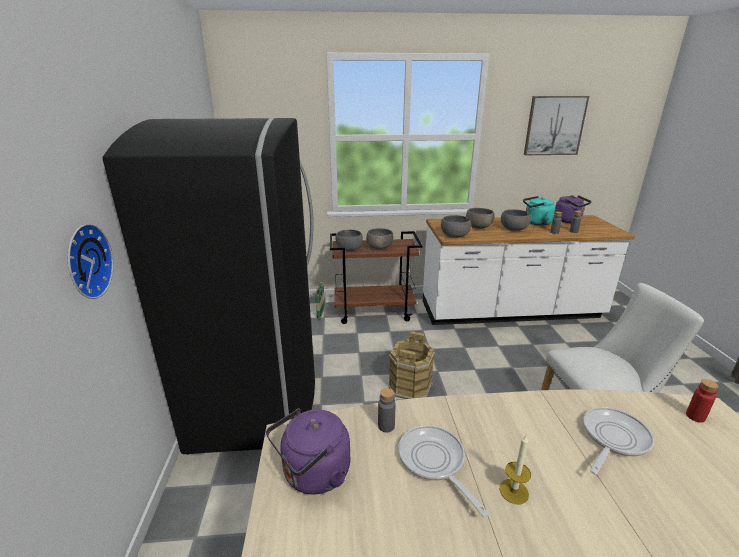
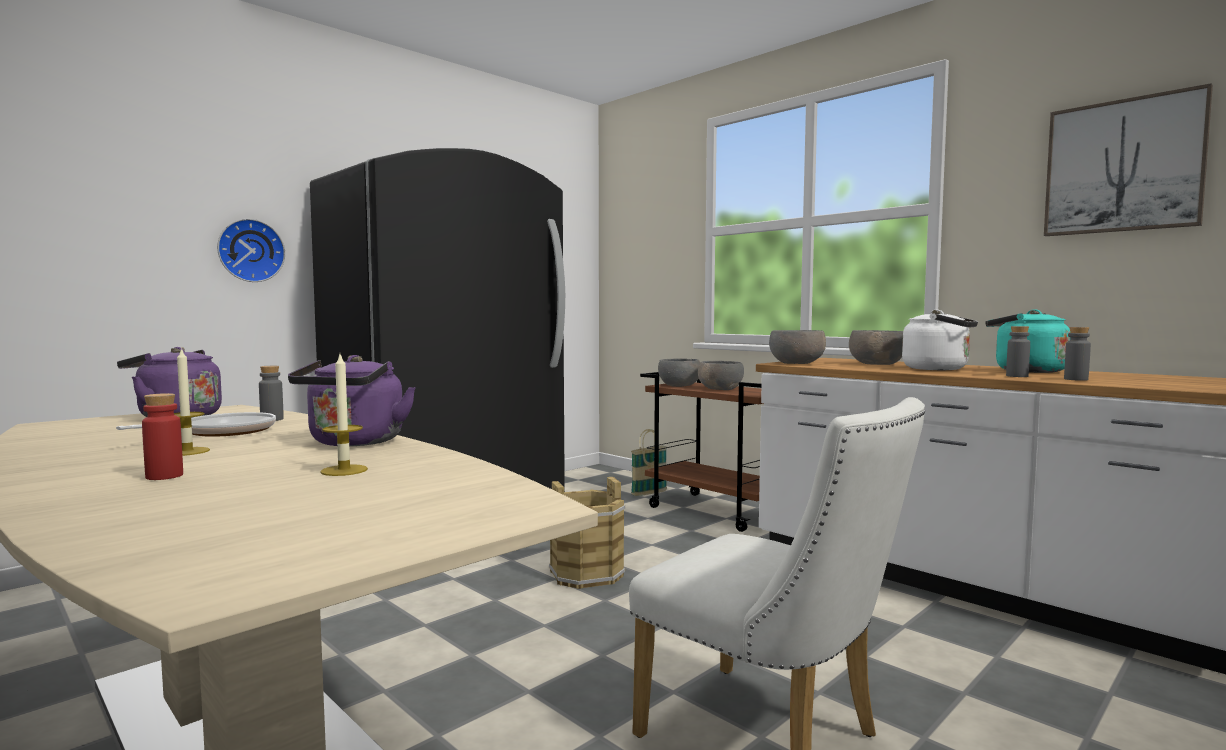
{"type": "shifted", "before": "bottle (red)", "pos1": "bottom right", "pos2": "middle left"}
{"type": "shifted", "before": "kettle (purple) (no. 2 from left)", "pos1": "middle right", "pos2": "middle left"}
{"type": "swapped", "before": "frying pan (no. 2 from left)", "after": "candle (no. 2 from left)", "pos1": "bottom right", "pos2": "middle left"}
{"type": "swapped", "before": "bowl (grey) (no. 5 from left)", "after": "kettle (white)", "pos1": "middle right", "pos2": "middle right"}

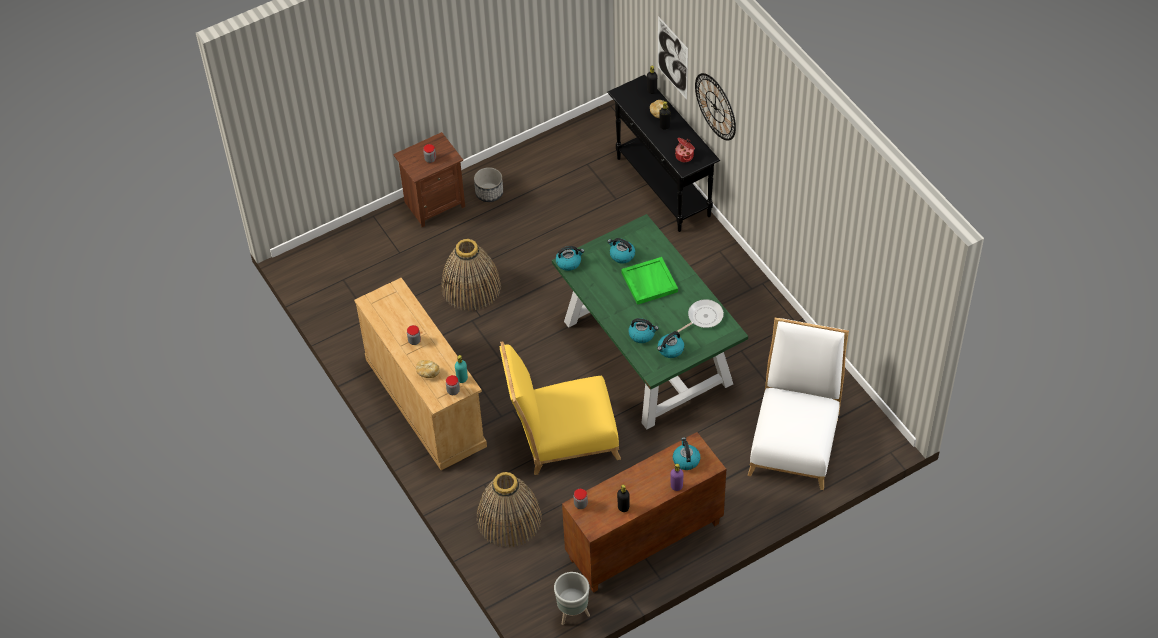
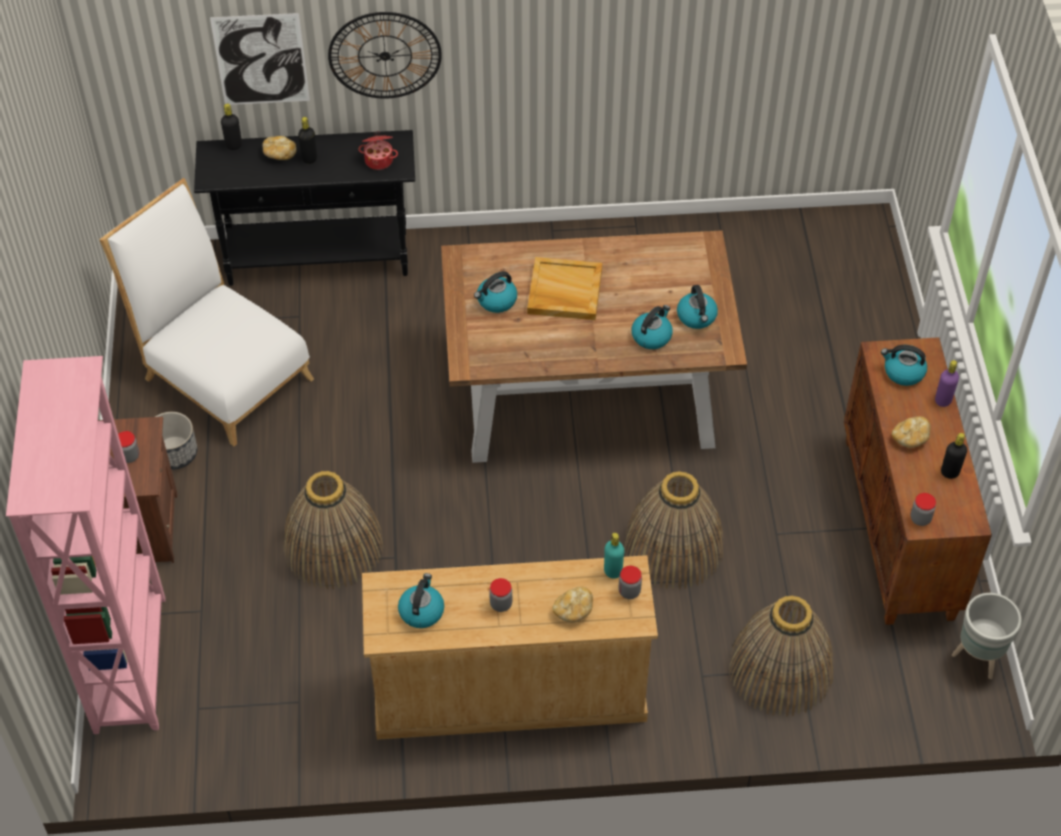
{"type": "new", "after": "bookcase (pink)", "pos2": "middle left"}
{"type": "shifted", "before": "chair (white)", "pos1": "middle right", "pos2": "middle left"}
{"type": "shifted", "before": "kettle (no. 1 from left)", "pos1": "centre", "pos2": "bottom centre"}
{"type": "repainted", "before": "dining table (green)", "after": "dining table (brown)", "pos1": "centre", "pos2": "centre"}
{"type": "repainted", "before": "tray (green)", "after": "tray (beige)", "pos1": "centre", "pos2": "centre"}
{"type": "swapped", "before": "chair (yellow)", "after": "basket (no. 2 from left)", "pos1": "centre", "pos2": "centre"}
{"type": "new", "after": "bread (no. 3 from left)", "pos2": "middle right"}
{"type": "gone", "before": "frying pan", "pos1": "centre"}

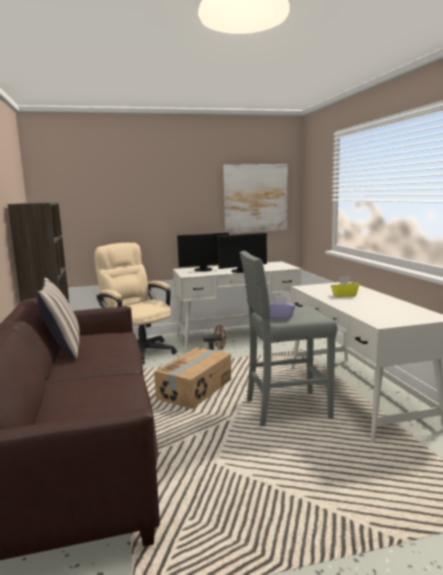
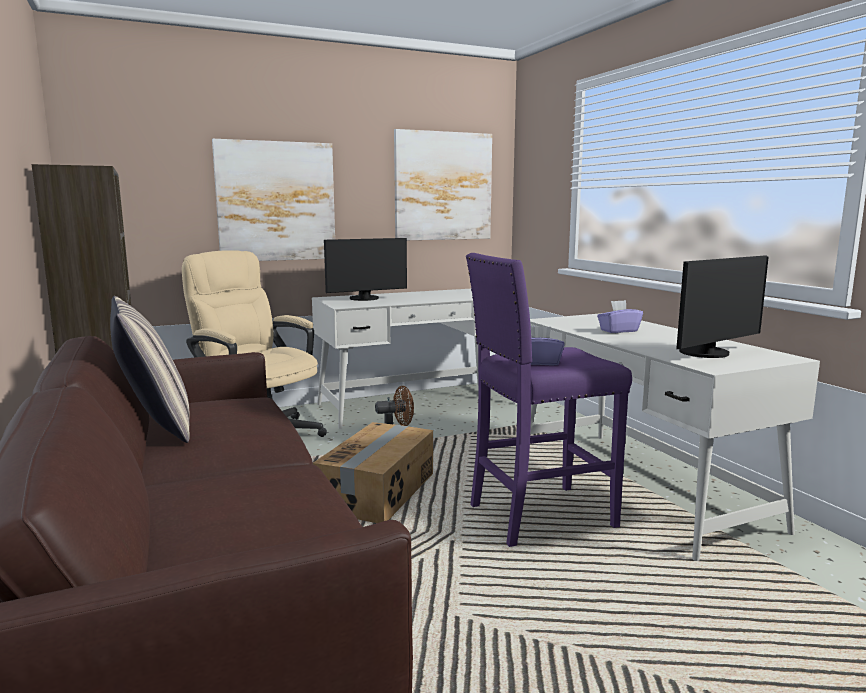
{"type": "new", "after": "picture (no. 1 from left)", "pos2": "top left"}
{"type": "repainted", "before": "stool (grey)", "after": "stool (purple)", "pos1": "centre", "pos2": "centre"}
{"type": "repainted", "before": "tissue box (yellow)", "after": "tissue box (purple) (no. 2 from left)", "pos1": "middle right", "pos2": "middle right"}
{"type": "shifted", "before": "monitor (no. 2 from left)", "pos1": "centre", "pos2": "middle right"}

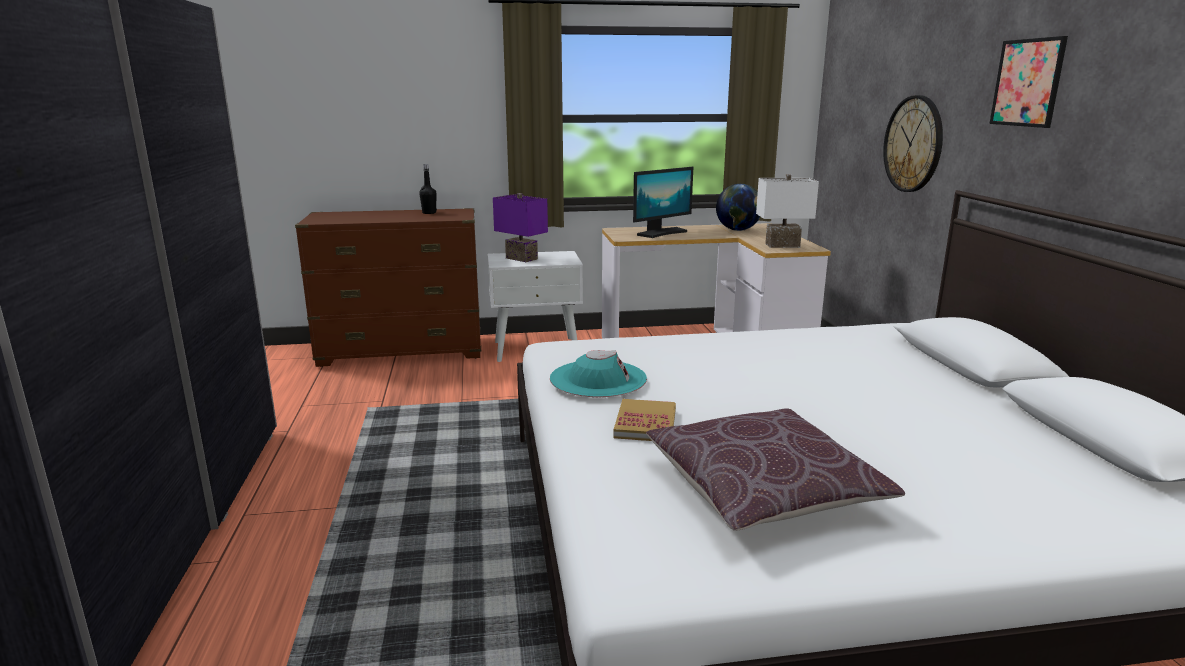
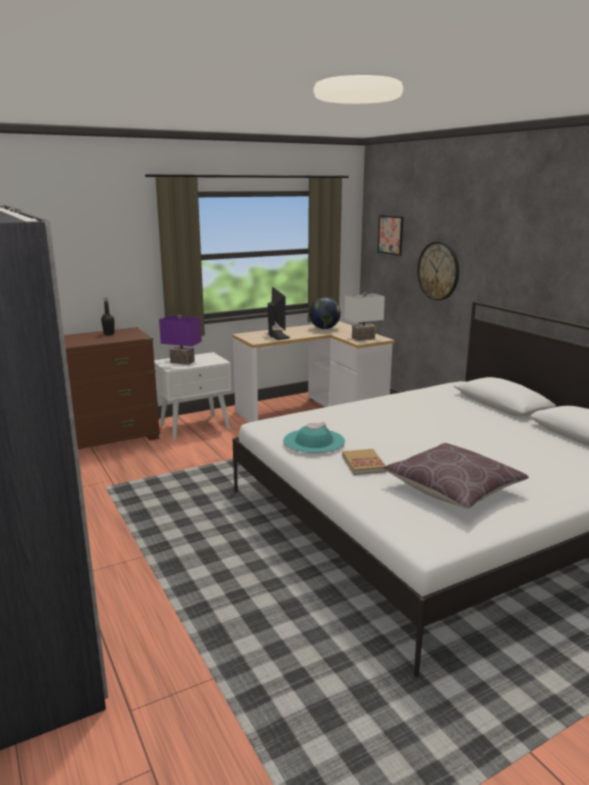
{"type": "rotated", "before": "monitor", "pos1": "top centre", "pos2": "centre", "turn": -45}
{"type": "shifted", "before": "picture", "pos1": "top right", "pos2": "top centre"}

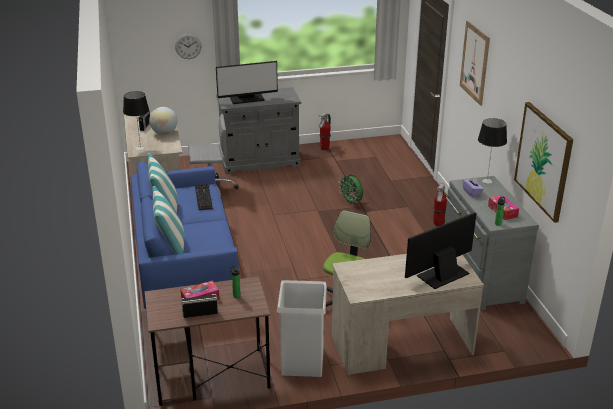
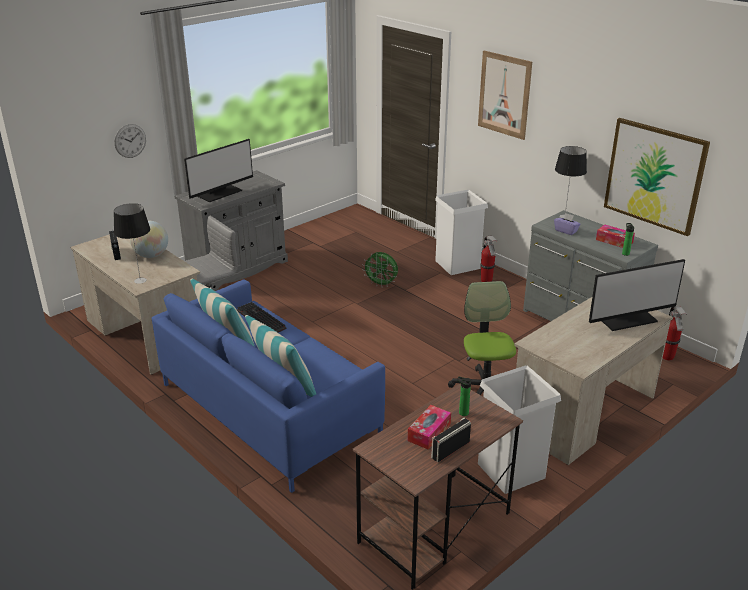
{"type": "new", "after": "trash can (white) (no. 1 from left)", "pos2": "centre"}
{"type": "rotated", "before": "monitor (no. 2 from left)", "pos1": "middle right", "pos2": "middle right", "turn": -135}
{"type": "shifted", "before": "fire extinguisher (no. 1 from left in the first image)", "after": "fire extinguisher (no. 2 from left)", "pos1": "top centre", "pos2": "middle right"}

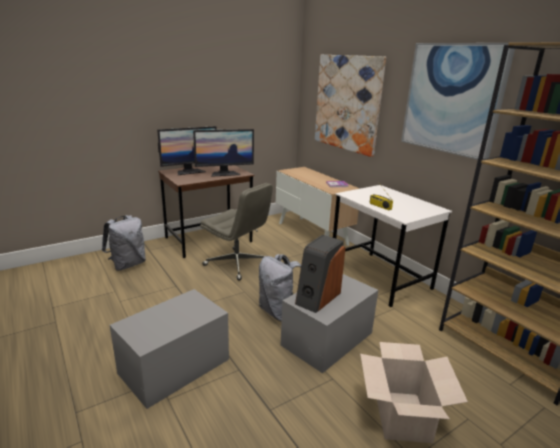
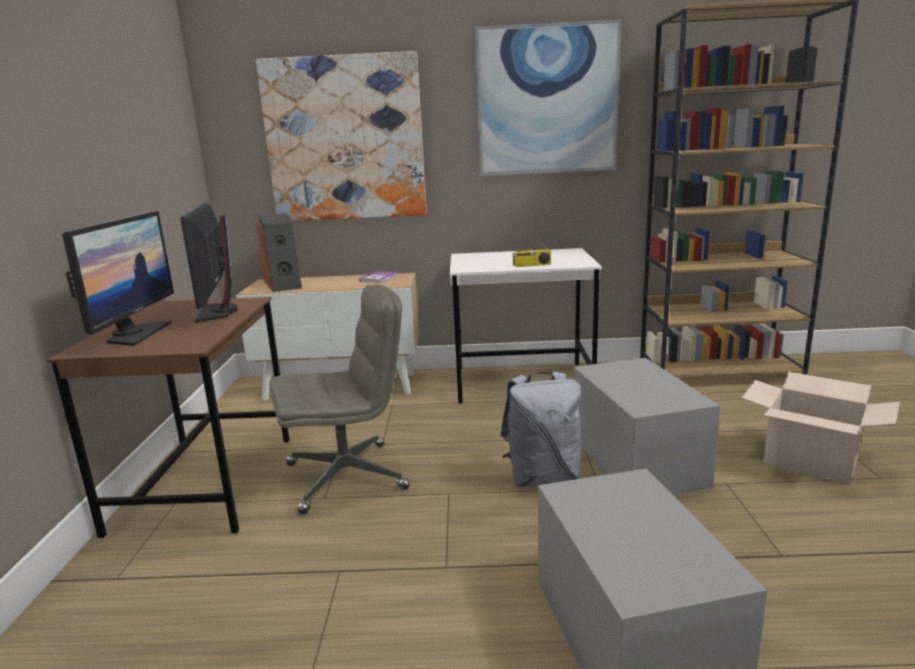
{"type": "rotated", "before": "monitor (no. 2 from left)", "pos1": "centre", "pos2": "middle left", "turn": 150}
{"type": "shifted", "before": "speaker", "pos1": "centre", "pos2": "middle left"}
{"type": "gone", "before": "backpack (grey) (no. 1 from left)", "pos1": "middle left"}

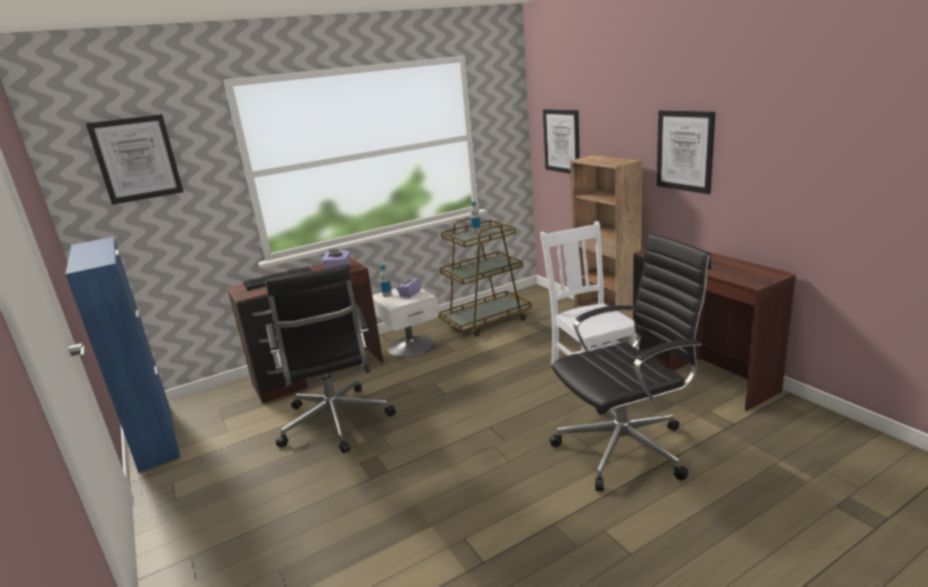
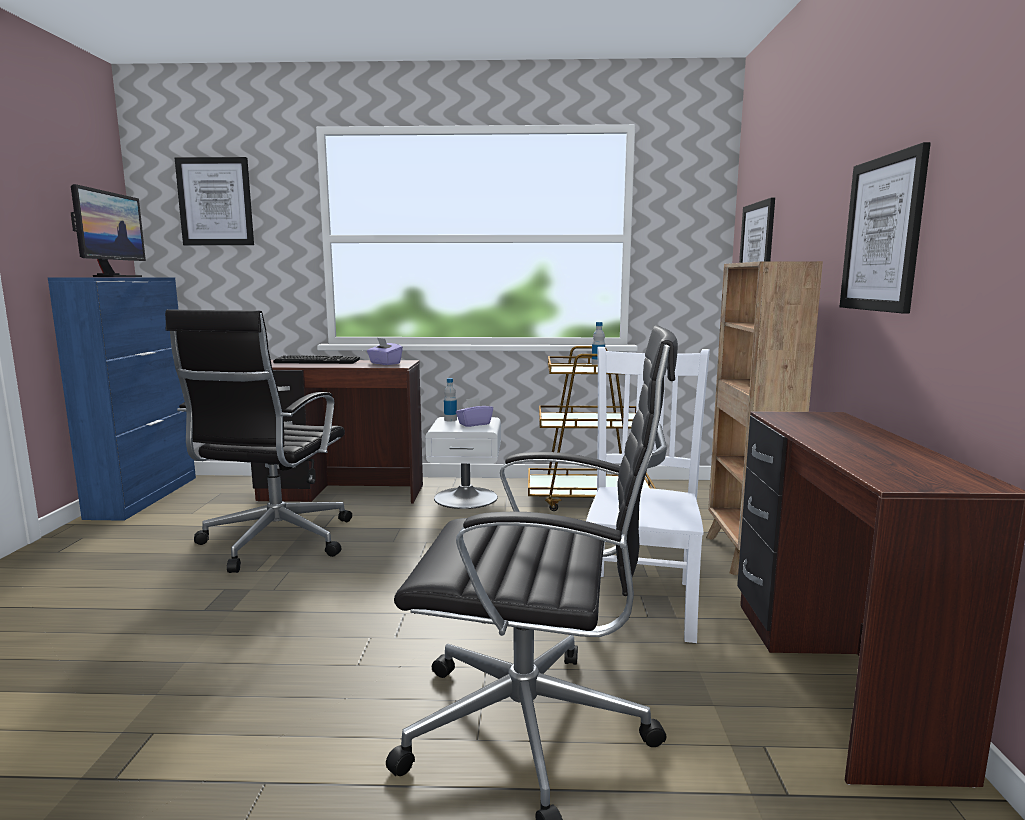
{"type": "new", "after": "monitor", "pos2": "top left"}

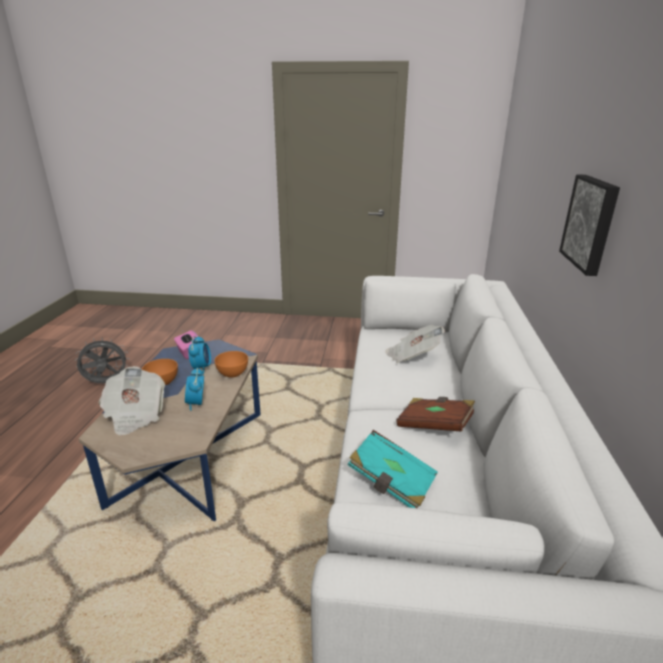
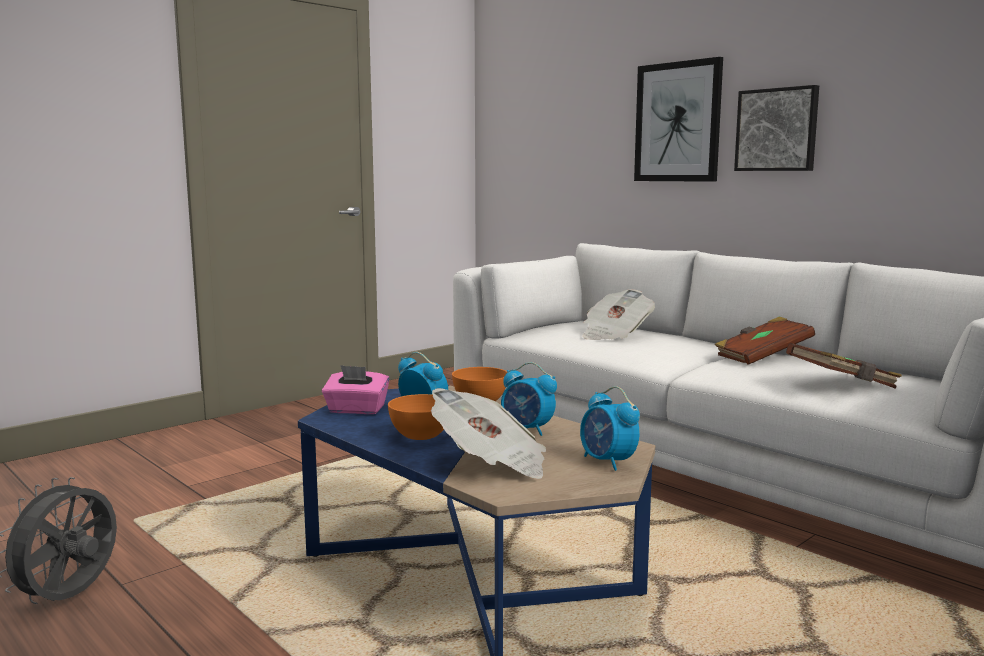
{"type": "new", "after": "alarm clock (no. 3 from left)", "pos2": "centre"}
{"type": "new", "after": "picture (no. 1 from left)", "pos2": "top right"}
{"type": "repainted", "before": "book (turquoise)", "after": "book (brown) (no. 2 from left)", "pos1": "bottom centre", "pos2": "middle right"}

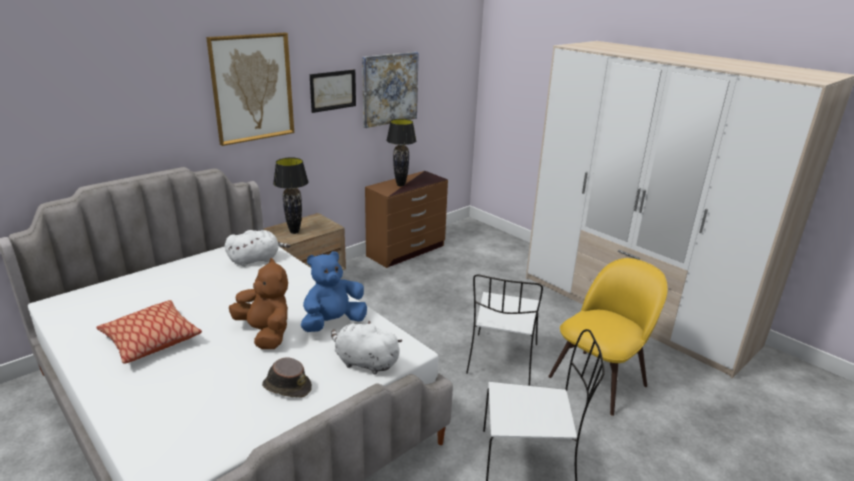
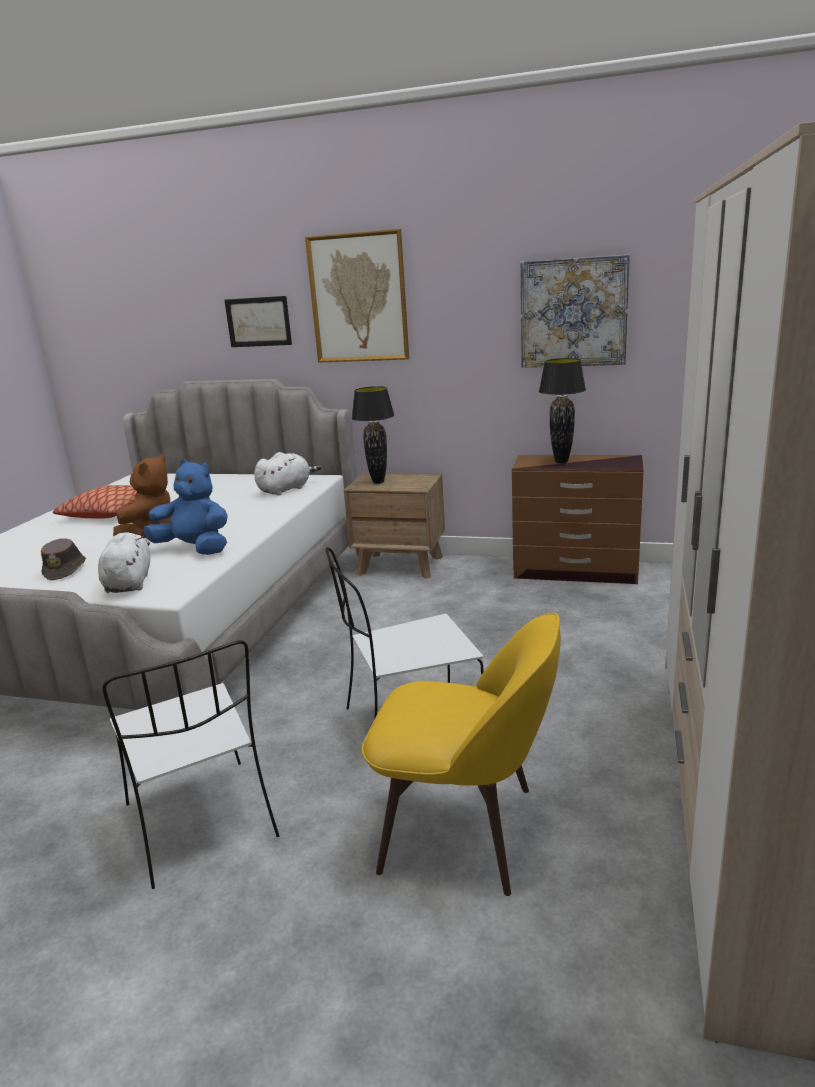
{"type": "shifted", "before": "picture (no. 2 from left in the first image)", "after": "picture (no. 1 from left)", "pos1": "top centre", "pos2": "top left"}
{"type": "rotated", "before": "plush toy (white) (no. 1 from left in the first image)", "pos1": "middle left", "pos2": "centre", "turn": -75}

